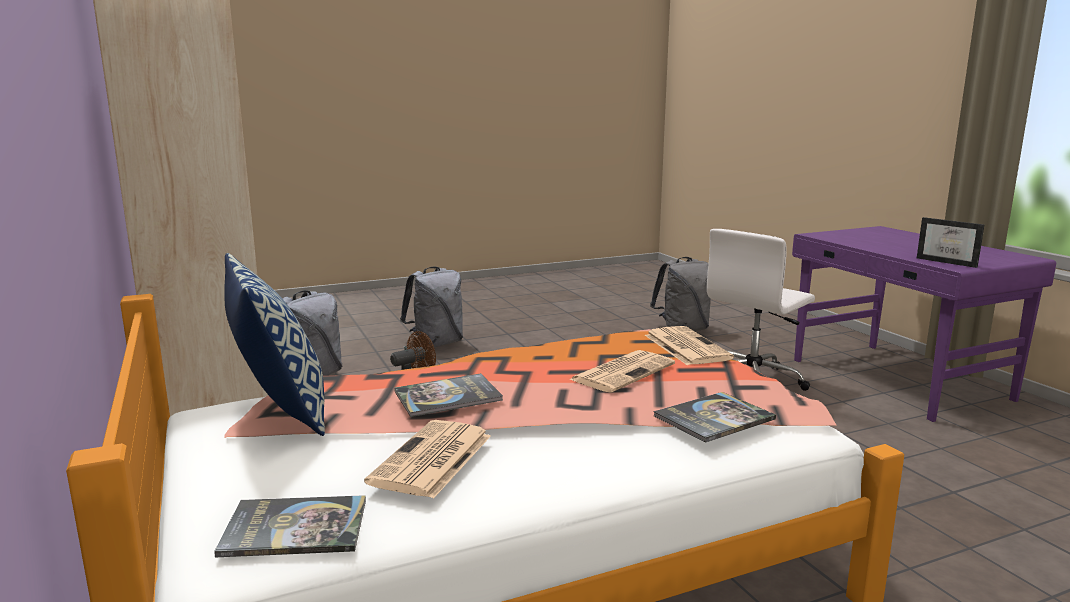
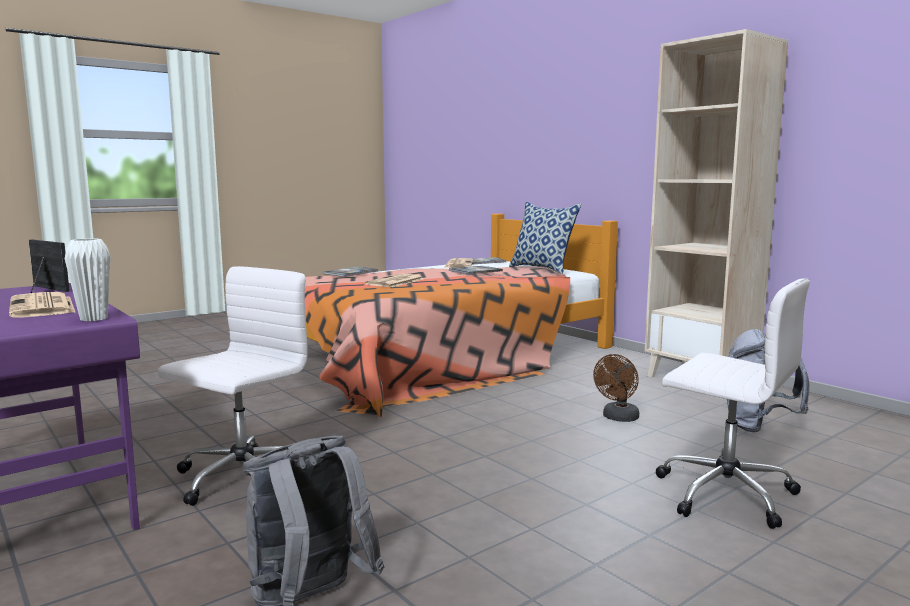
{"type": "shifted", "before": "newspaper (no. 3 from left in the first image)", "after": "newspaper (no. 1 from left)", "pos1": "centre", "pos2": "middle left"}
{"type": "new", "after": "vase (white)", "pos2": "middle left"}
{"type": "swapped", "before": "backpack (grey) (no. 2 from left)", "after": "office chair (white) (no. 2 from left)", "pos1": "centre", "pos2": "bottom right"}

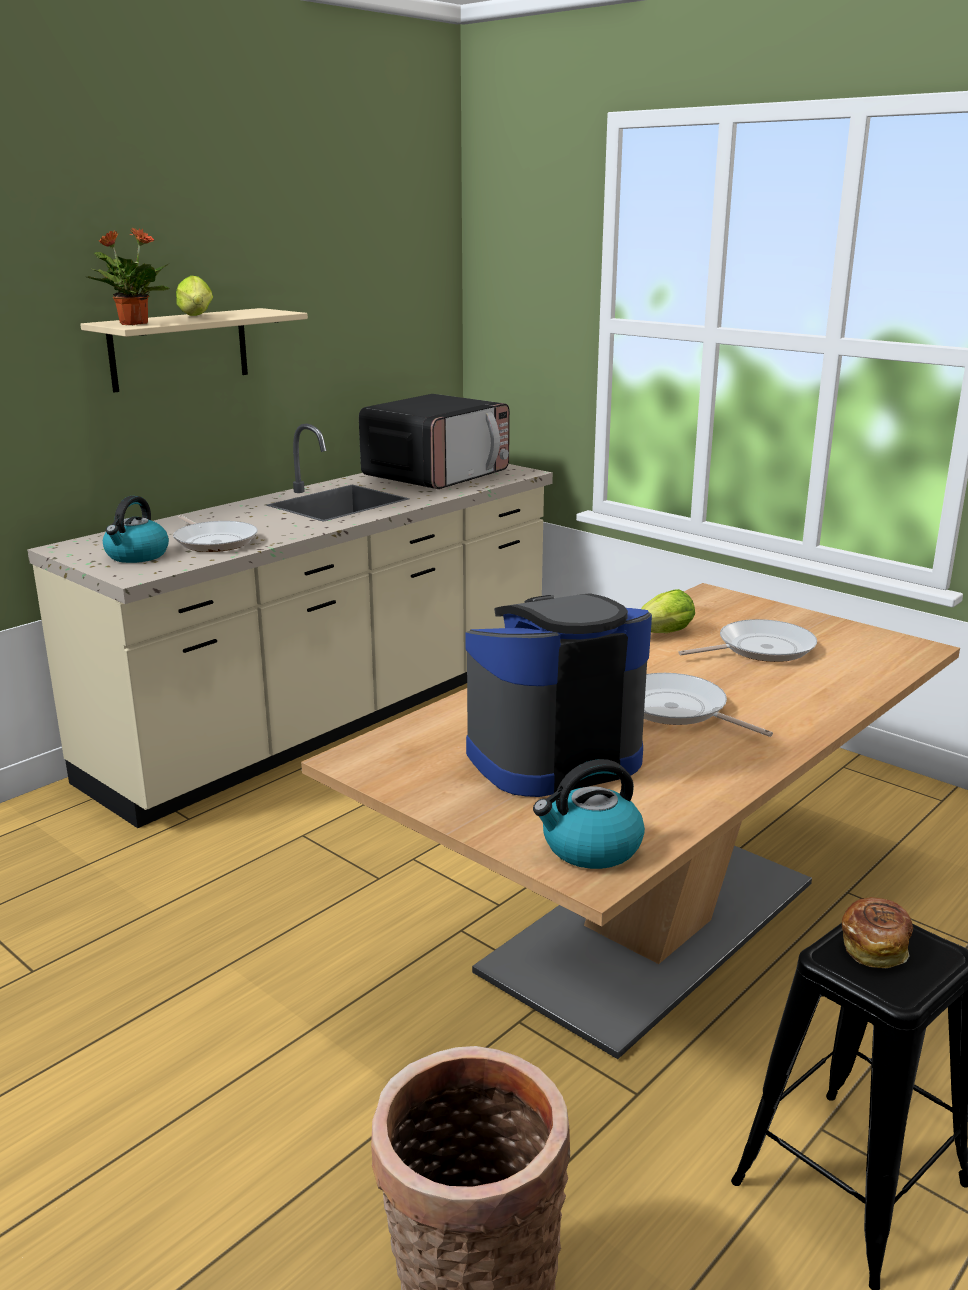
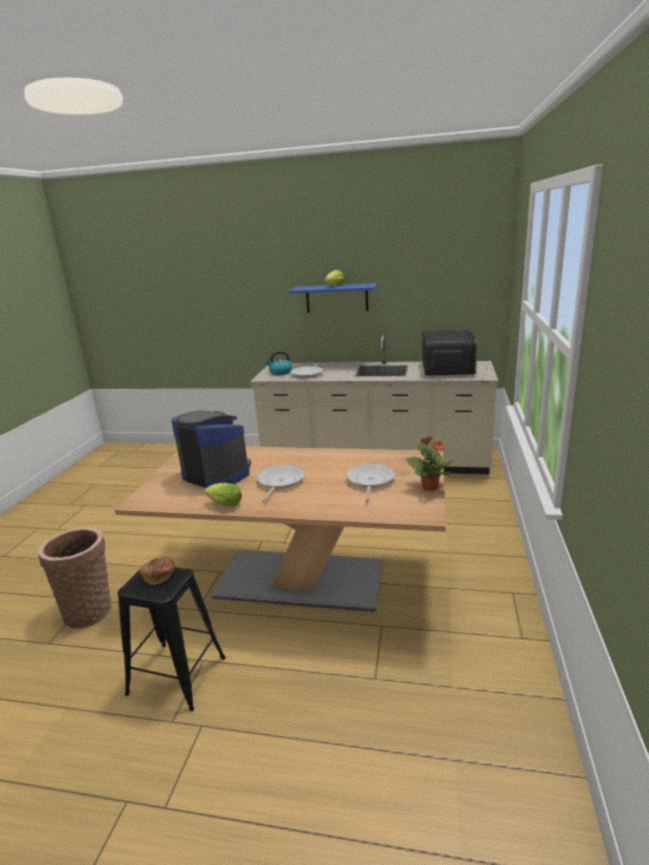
{"type": "shifted", "before": "lettuce (no. 2 from left in the first image)", "after": "lettuce (no. 1 from left)", "pos1": "middle right", "pos2": "centre"}
{"type": "repainted", "before": "shelf (beige)", "after": "shelf (blue)", "pos1": "top left", "pos2": "centre"}
{"type": "rotated", "before": "frying pan (no. 3 from left)", "pos1": "middle right", "pos2": "centre", "turn": -120}
{"type": "shifted", "before": "potted plant", "pos1": "top left", "pos2": "centre"}
{"type": "rotated", "before": "microwave", "pos1": "centre", "pos2": "middle right", "turn": -90}
{"type": "gone", "before": "kettle (no. 2 from left)", "pos1": "centre"}

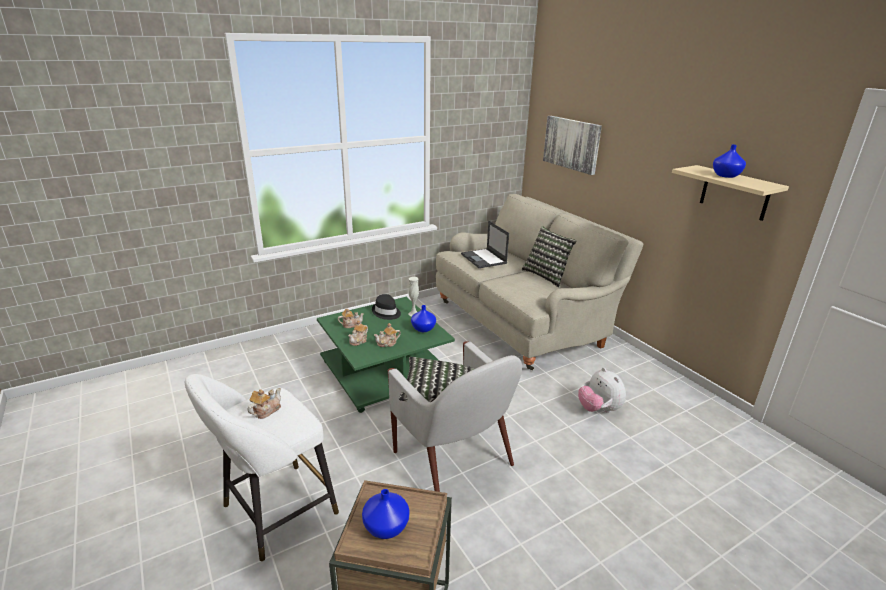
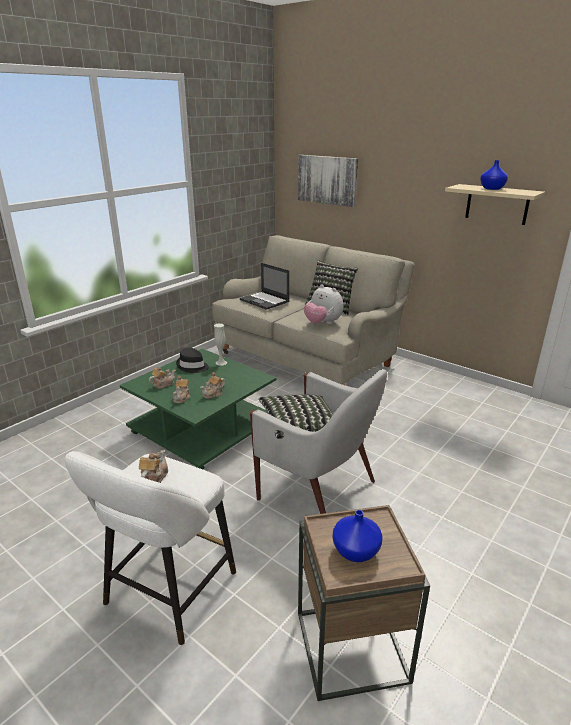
{"type": "shifted", "before": "plush toy", "pos1": "middle right", "pos2": "centre"}
{"type": "gone", "before": "vase (blue) (no. 2 from left)", "pos1": "centre"}

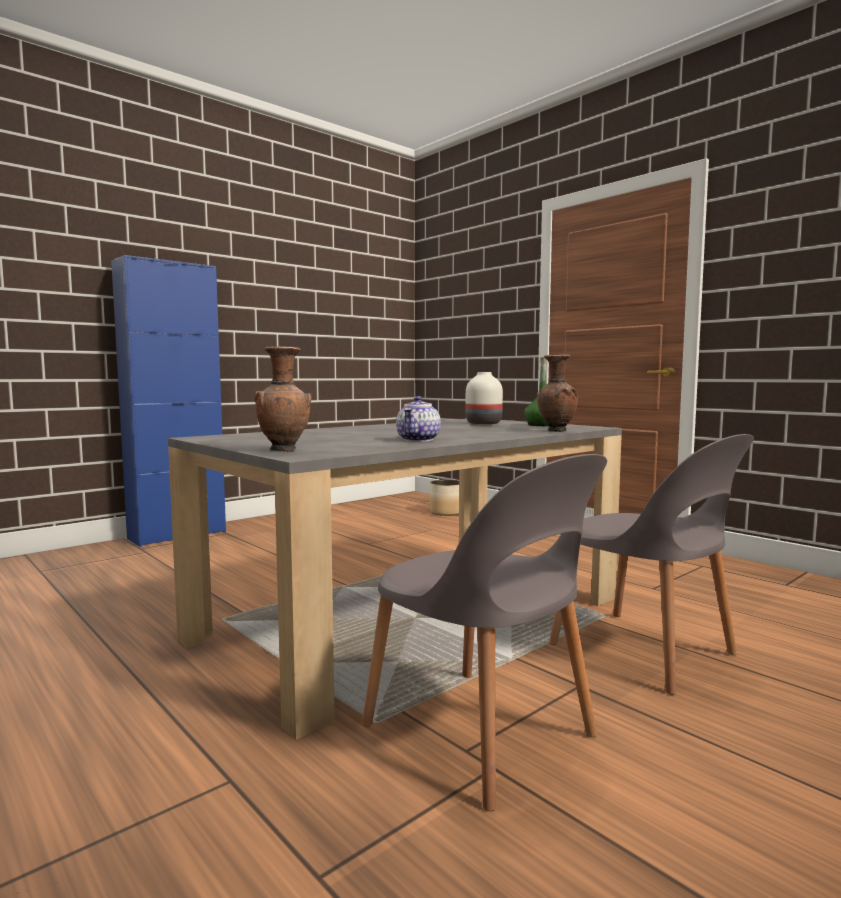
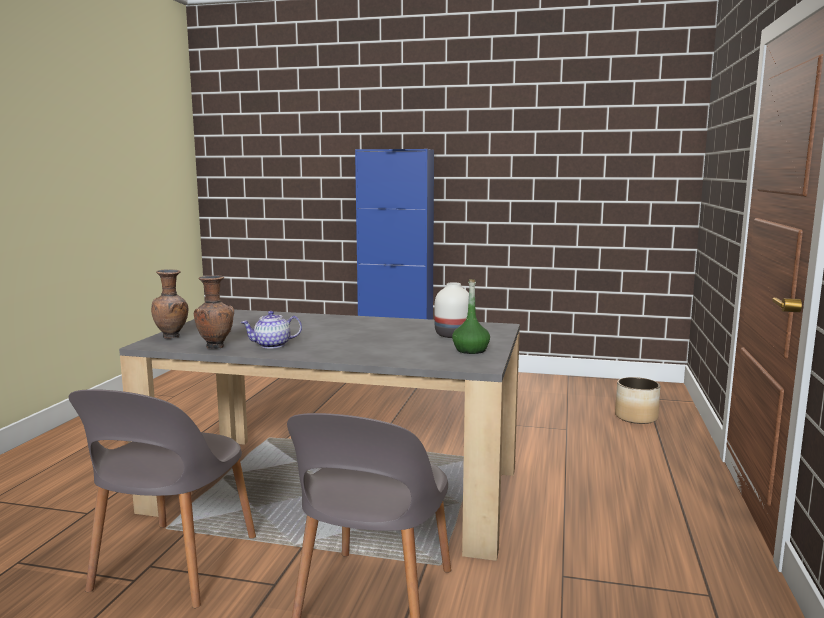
{"type": "shifted", "before": "vase (brown) (no. 2 from left)", "pos1": "centre", "pos2": "middle left"}

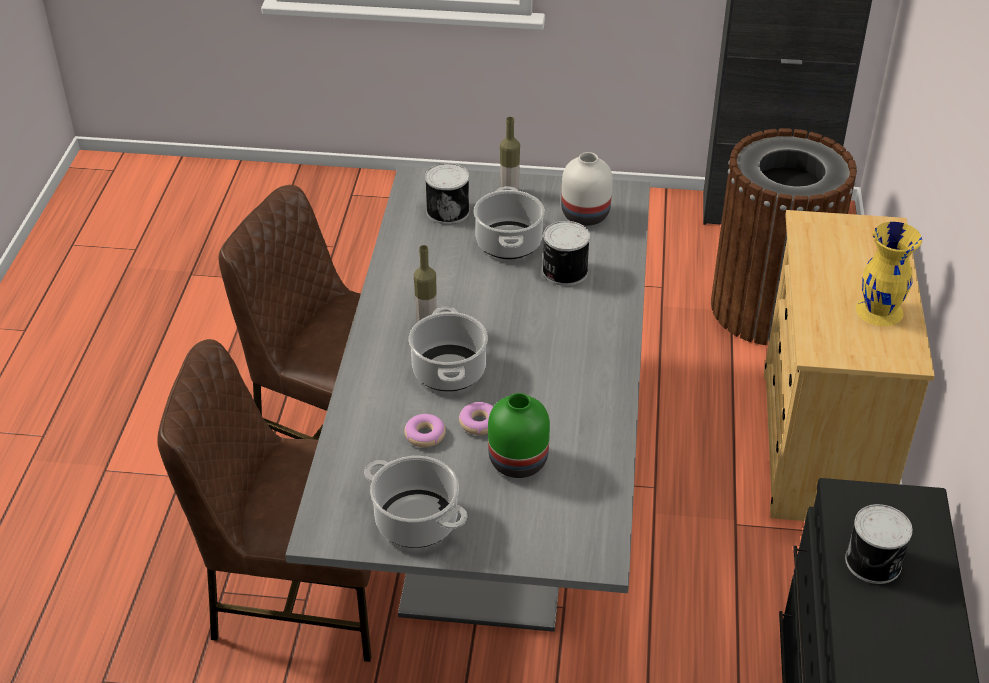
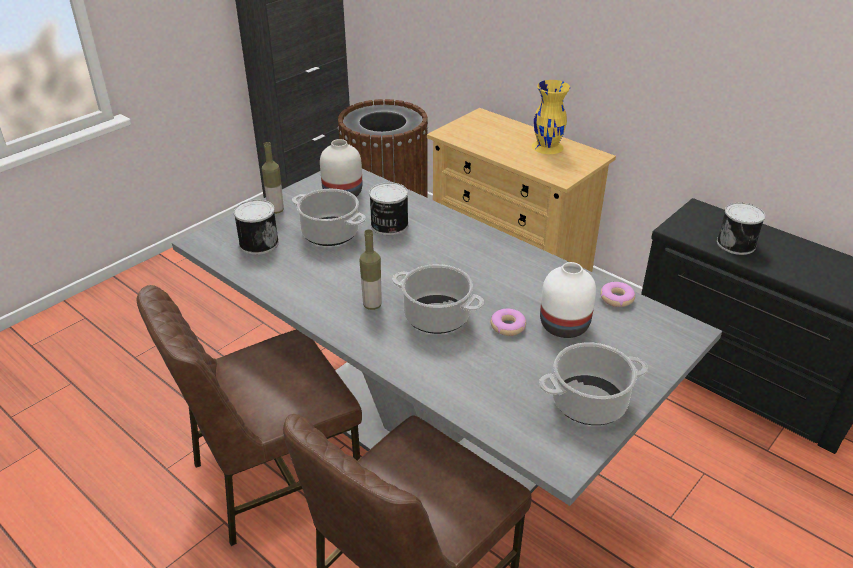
{"type": "repainted", "before": "vase (green)", "after": "vase (white) (no. 2 from left)", "pos1": "centre", "pos2": "centre"}
{"type": "shifted", "before": "donut (no. 1 from left in the first image)", "after": "donut (no. 2 from left)", "pos1": "centre", "pos2": "middle right"}

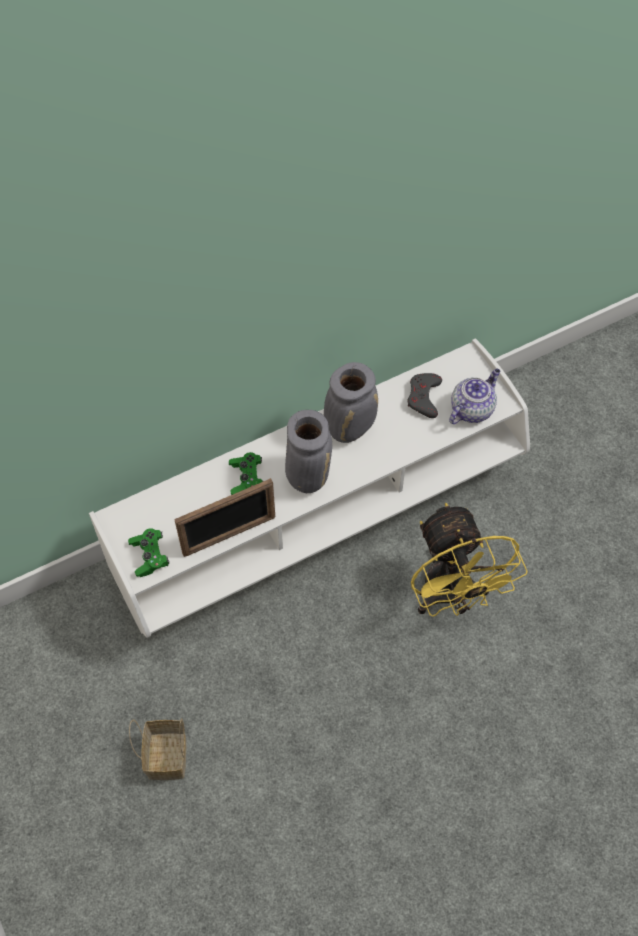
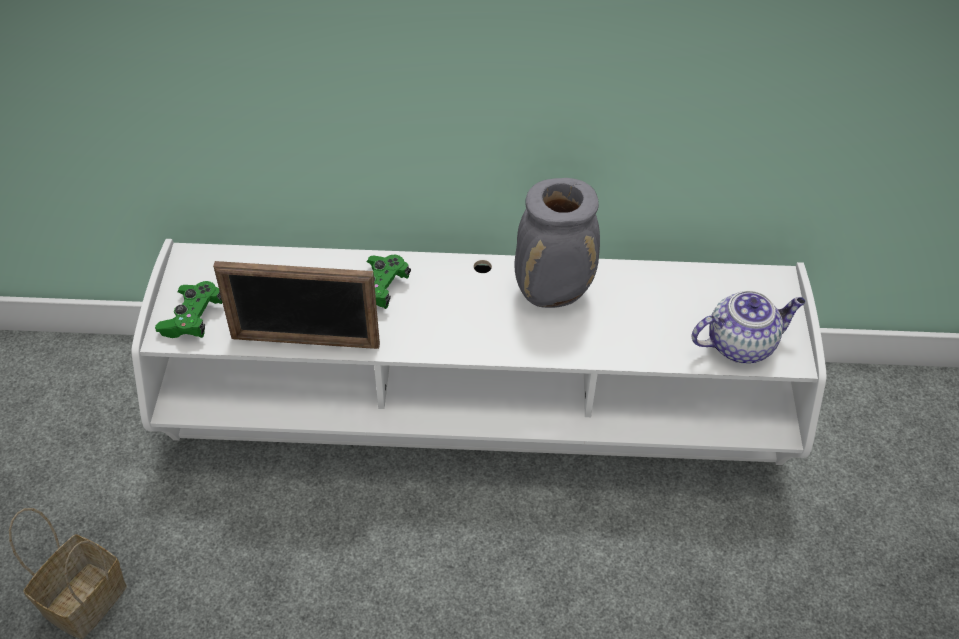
{"type": "gone", "before": "vase (grey) (no. 1 from left)", "pos1": "centre"}
{"type": "gone", "before": "game controller (grey)", "pos1": "centre"}
{"type": "gone", "before": "fan (yellow)", "pos1": "middle right"}

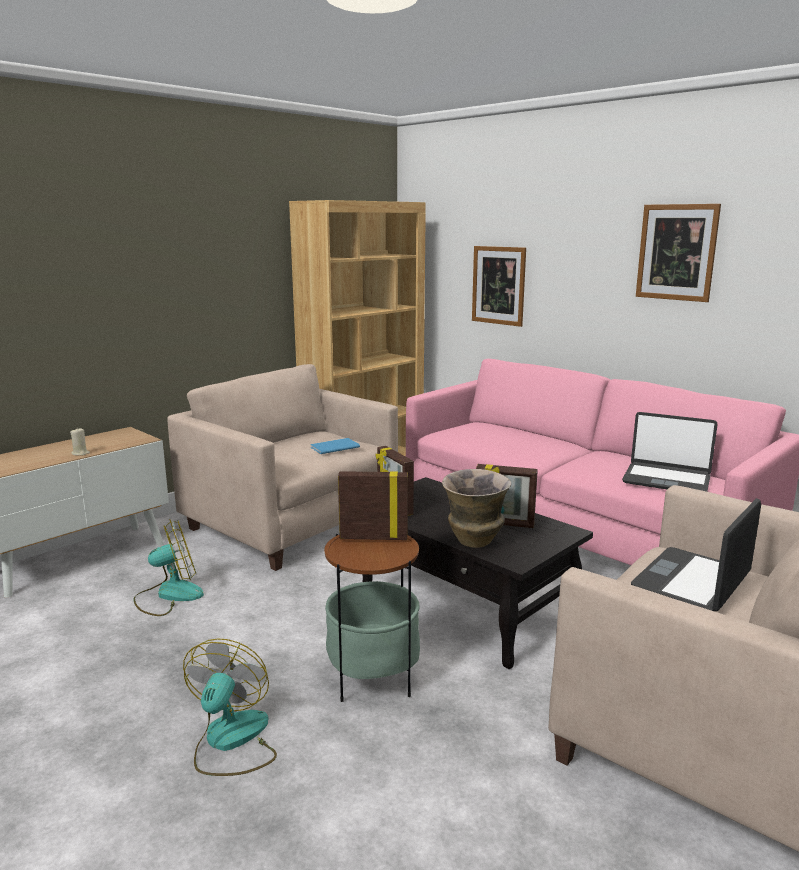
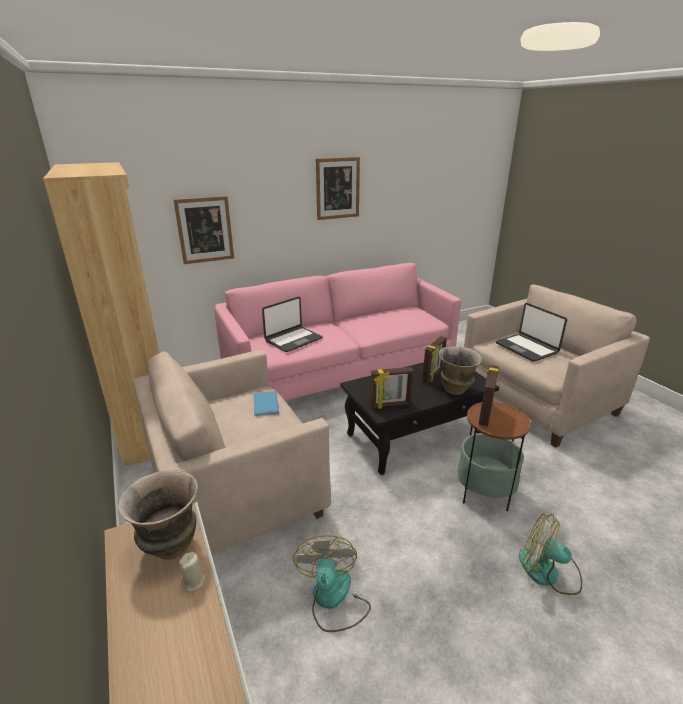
{"type": "new", "after": "vase (no. 1 from left)", "pos2": "bottom left"}
{"type": "shifted", "before": "laptop (no. 1 from left)", "pos1": "middle right", "pos2": "centre"}

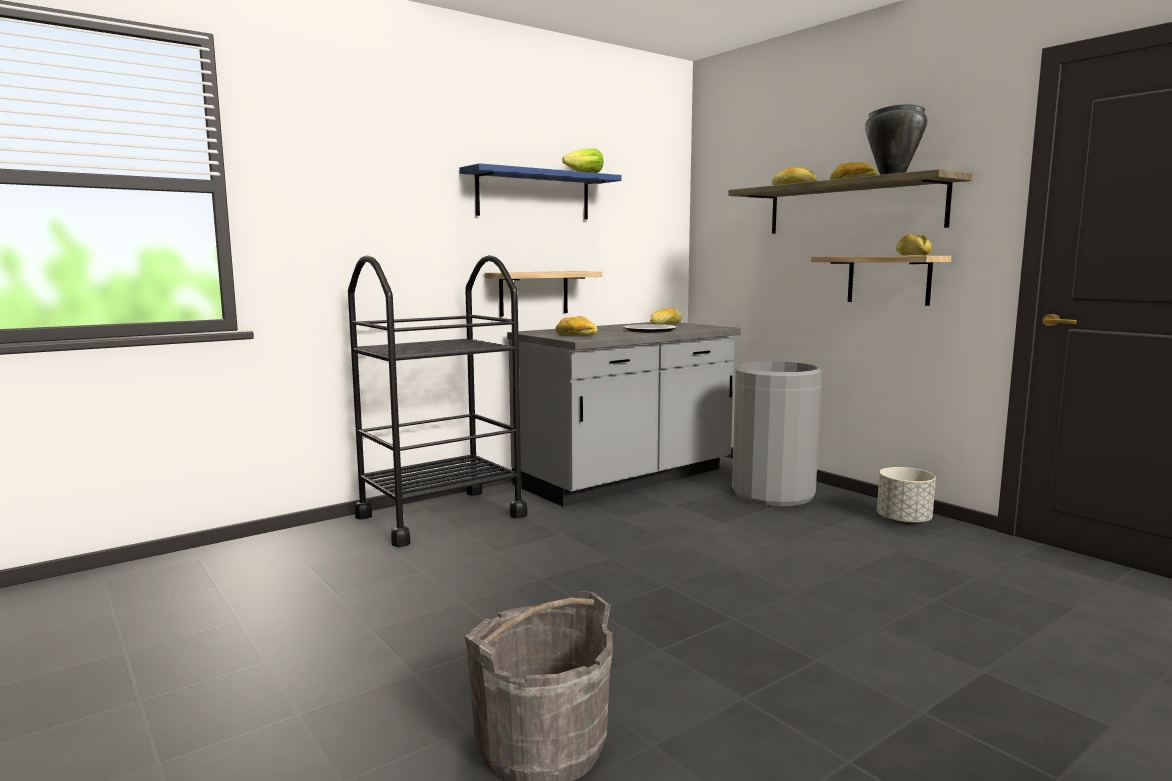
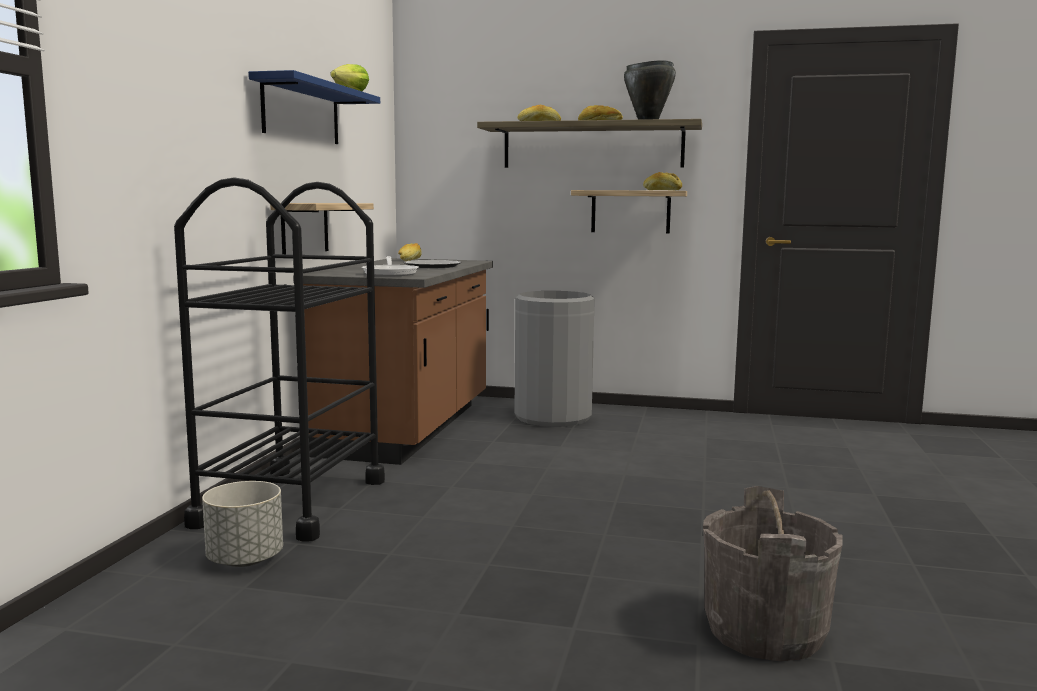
{"type": "shifted", "before": "planter (grey)", "pos1": "middle right", "pos2": "bottom left"}
{"type": "repainted", "before": "counter (grey)", "after": "counter (brown)", "pos1": "centre", "pos2": "centre"}
{"type": "swapped", "before": "bread (no. 1 from left)", "after": "frying pan", "pos1": "centre", "pos2": "centre"}

